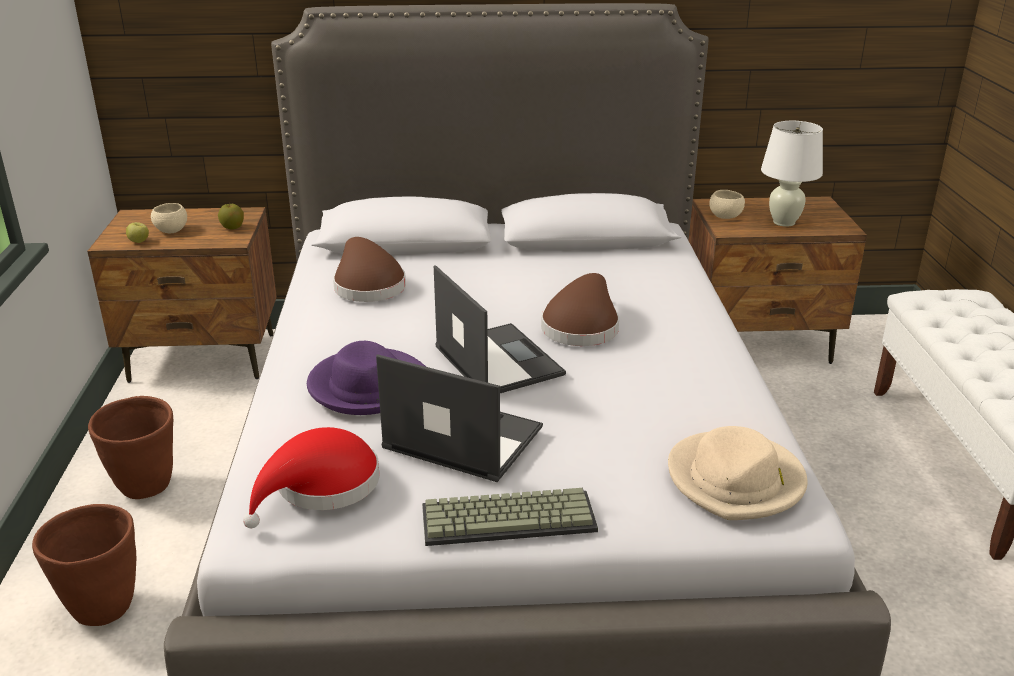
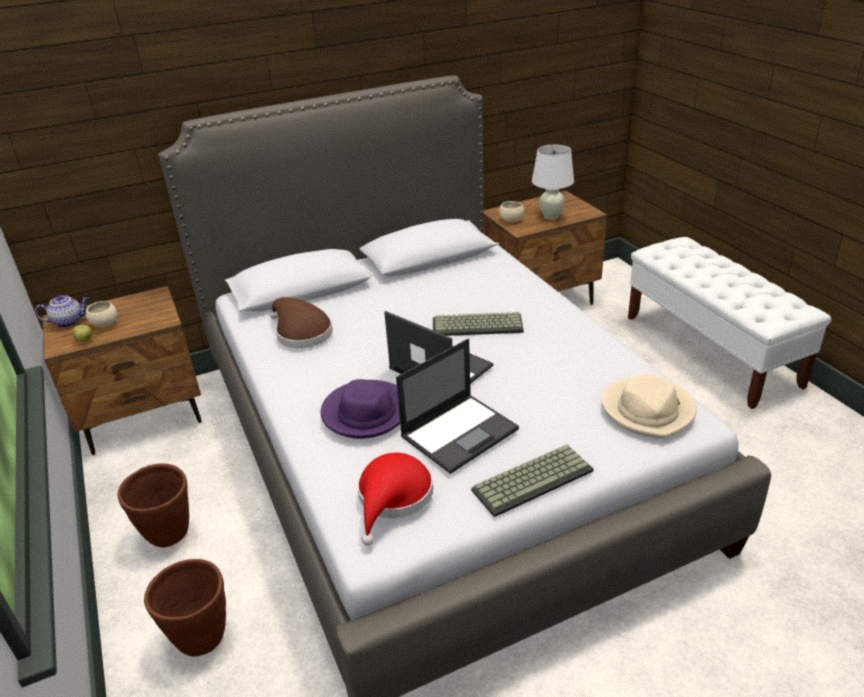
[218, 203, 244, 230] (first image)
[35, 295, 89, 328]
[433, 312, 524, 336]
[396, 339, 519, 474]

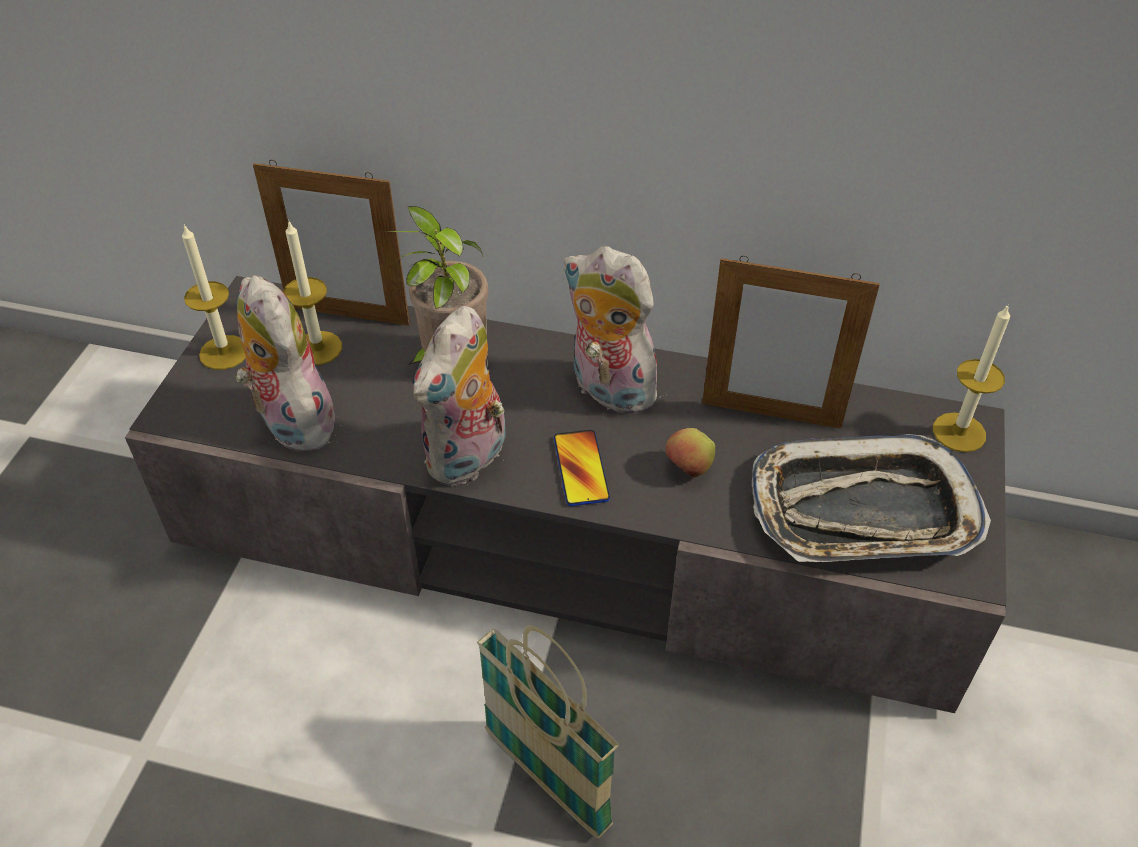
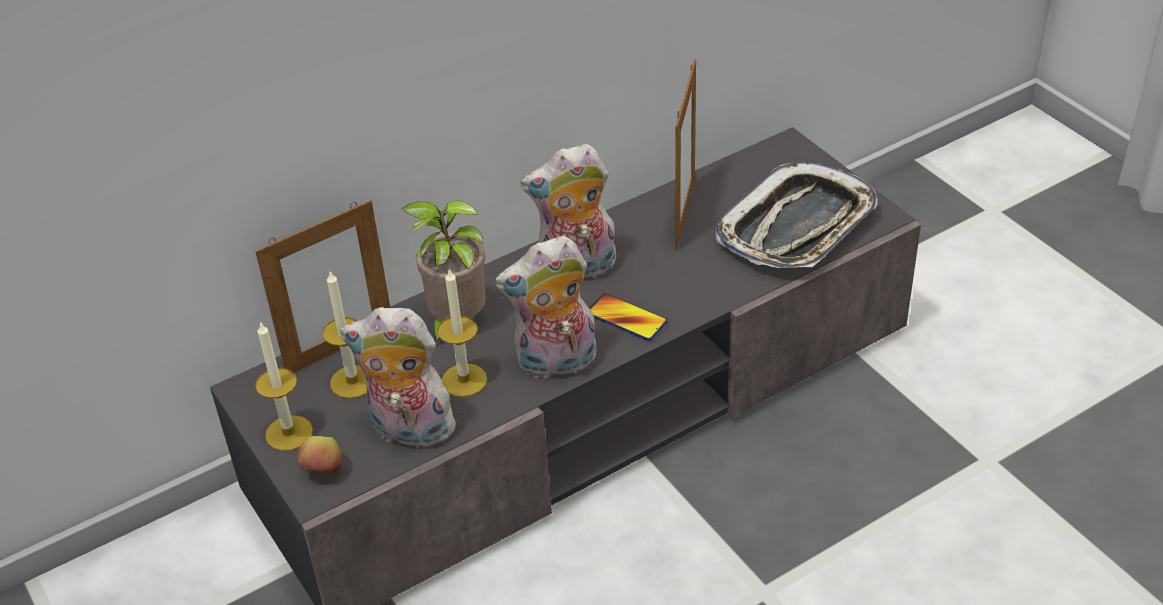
[477, 625, 619, 839] (first image)
[297, 436, 342, 473]
[437, 268, 487, 397]
[495, 236, 597, 379]
[675, 59, 696, 250]

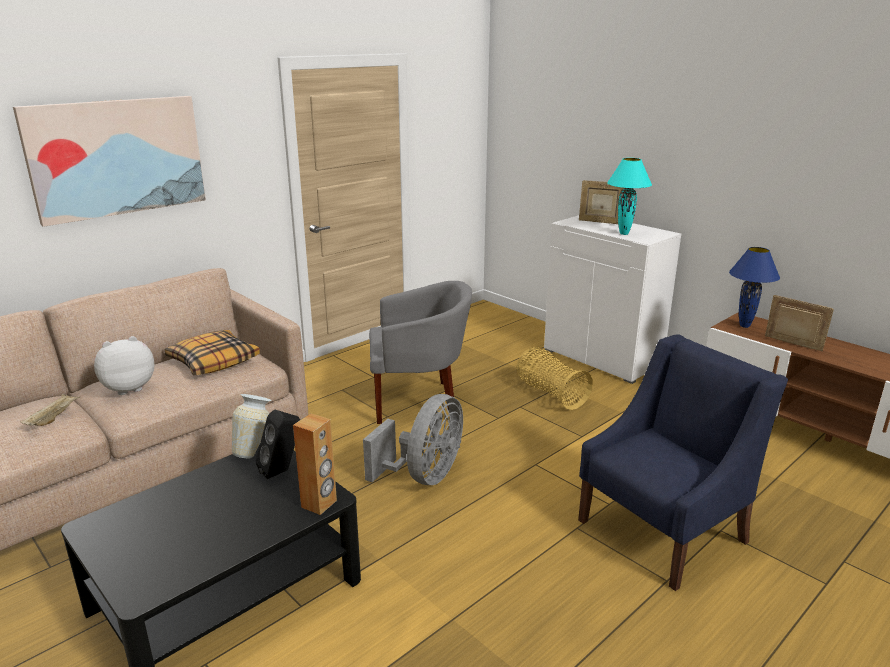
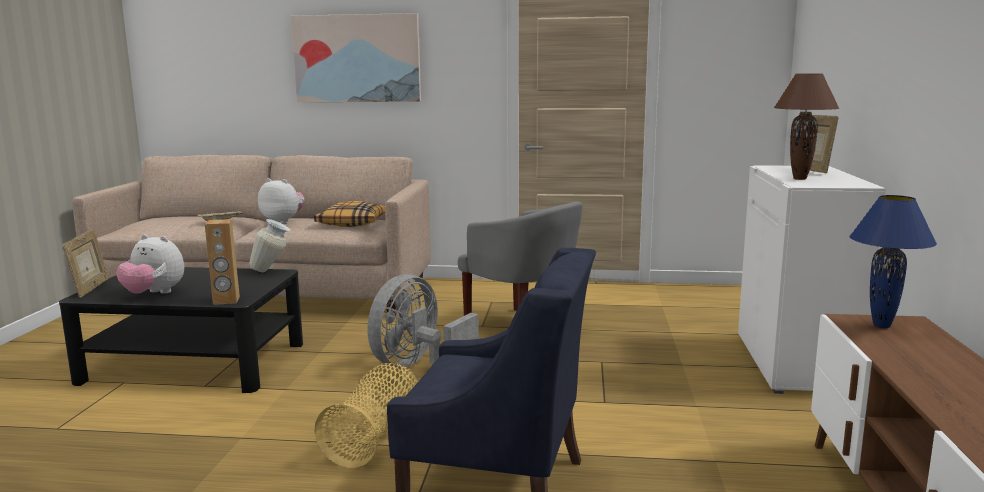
[256, 410, 300, 479] (first image)
[116, 234, 184, 294]
[314, 363, 418, 468]
[62, 229, 109, 298]
[774, 73, 839, 180]
[367, 274, 479, 368]

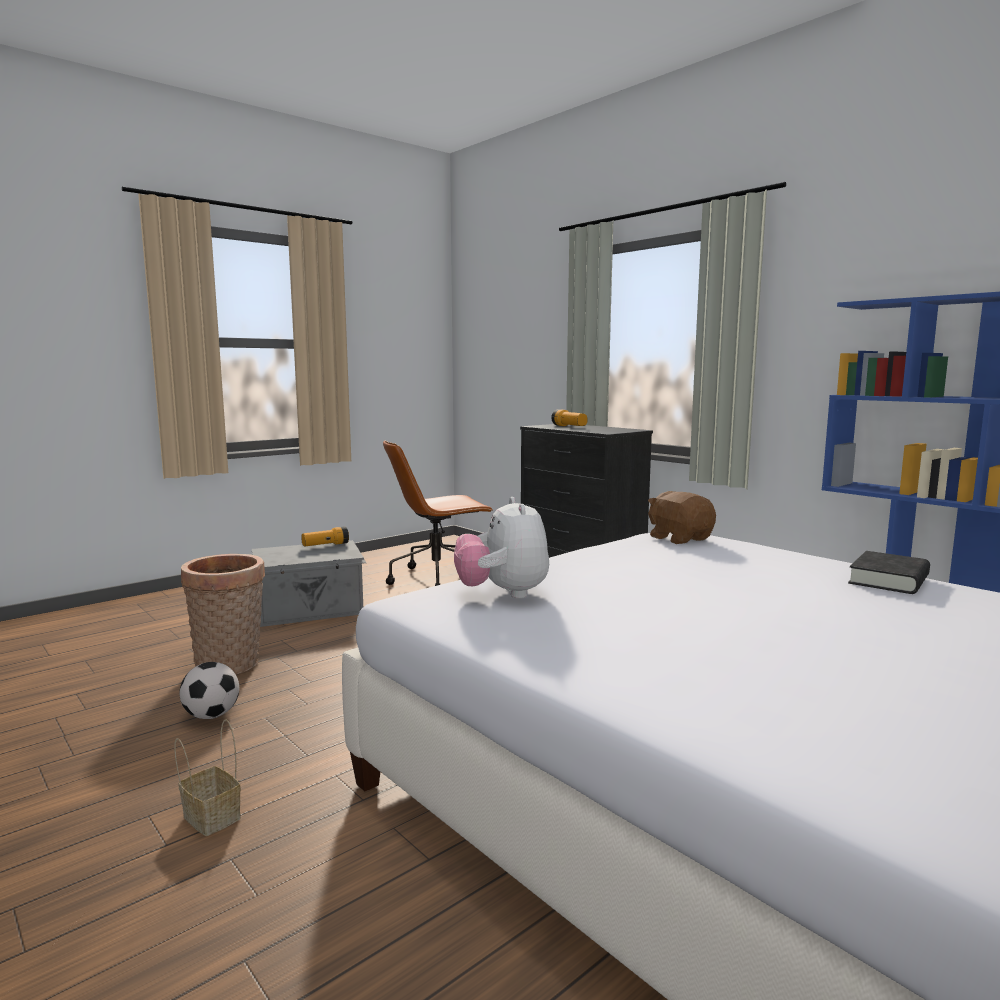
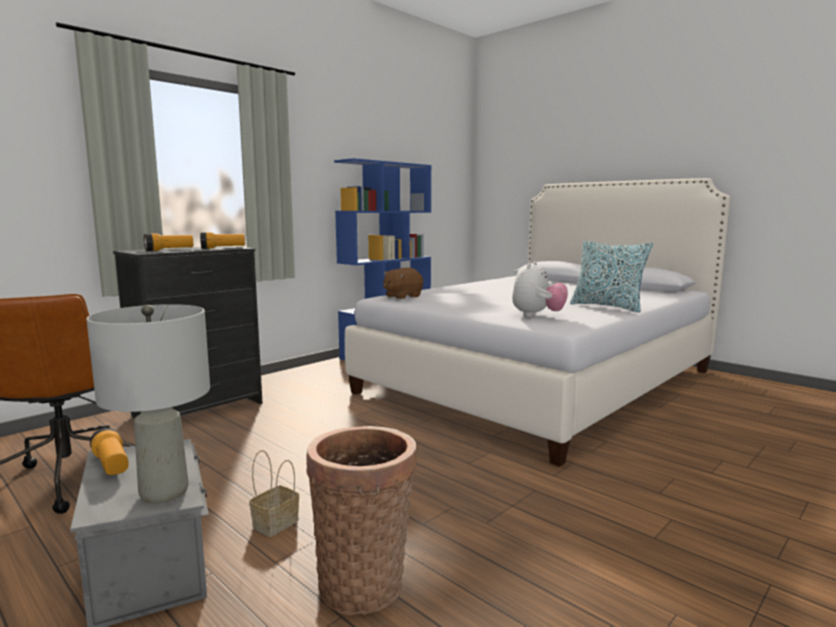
[179, 662, 239, 719] (first image)
[848, 551, 930, 594] (first image)
[86, 304, 210, 504]
[200, 232, 245, 249]
[570, 241, 653, 312]
[249, 450, 299, 537]
[512, 261, 568, 317]

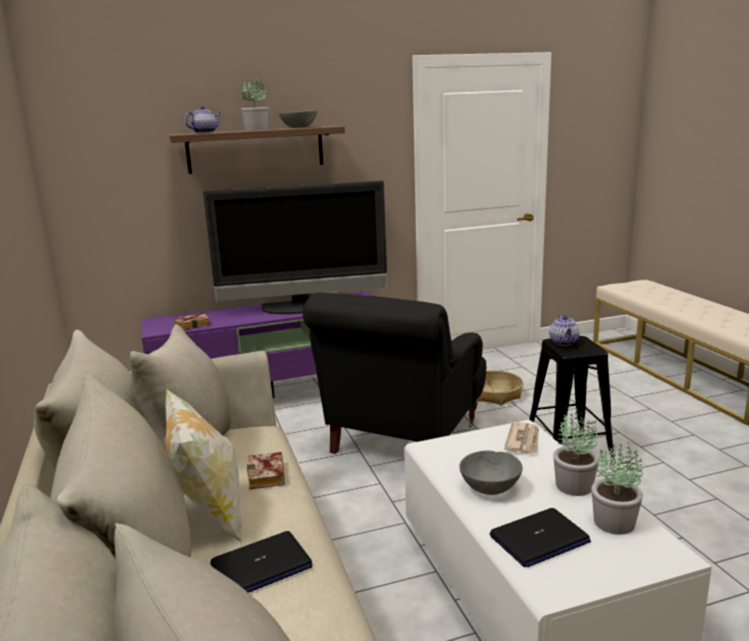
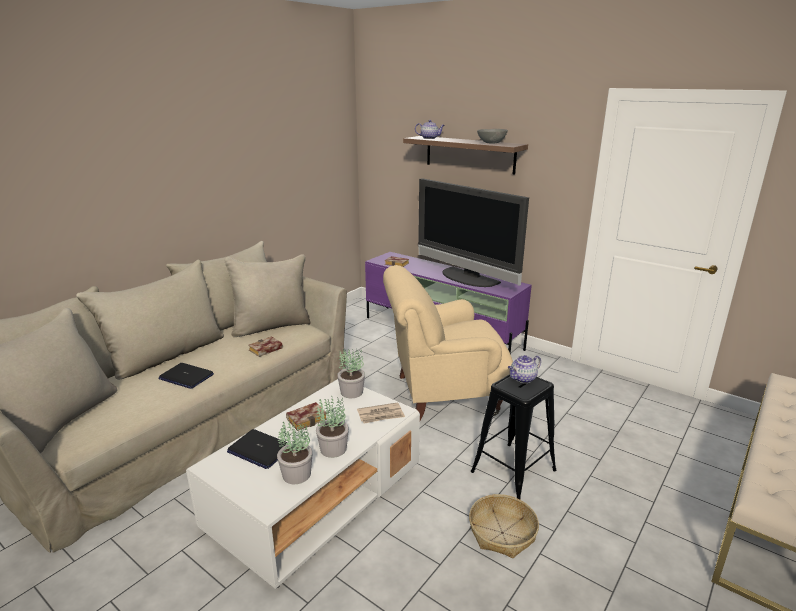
[165, 388, 242, 542] (first image)
[337, 349, 365, 398]
[469, 494, 539, 558]
[286, 402, 327, 431]
[383, 265, 513, 421]

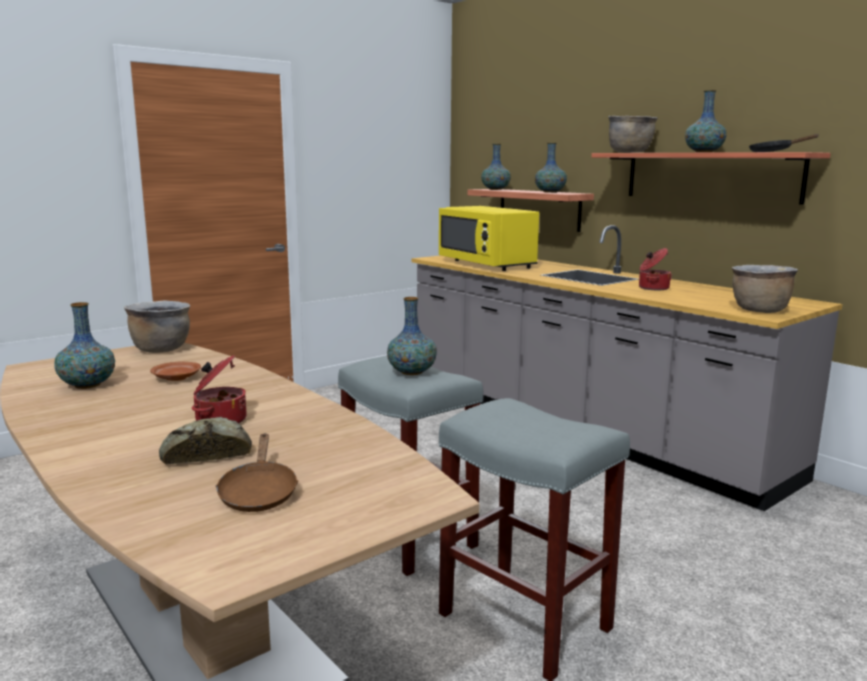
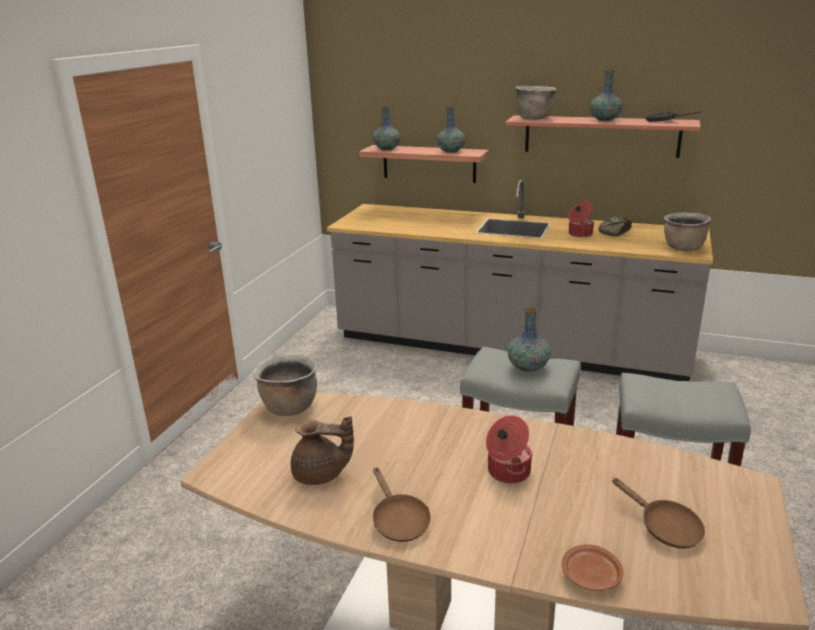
[439, 206, 539, 271] (first image)
[373, 467, 431, 542]
[562, 544, 624, 591]
[599, 216, 632, 237]
[291, 416, 354, 485]

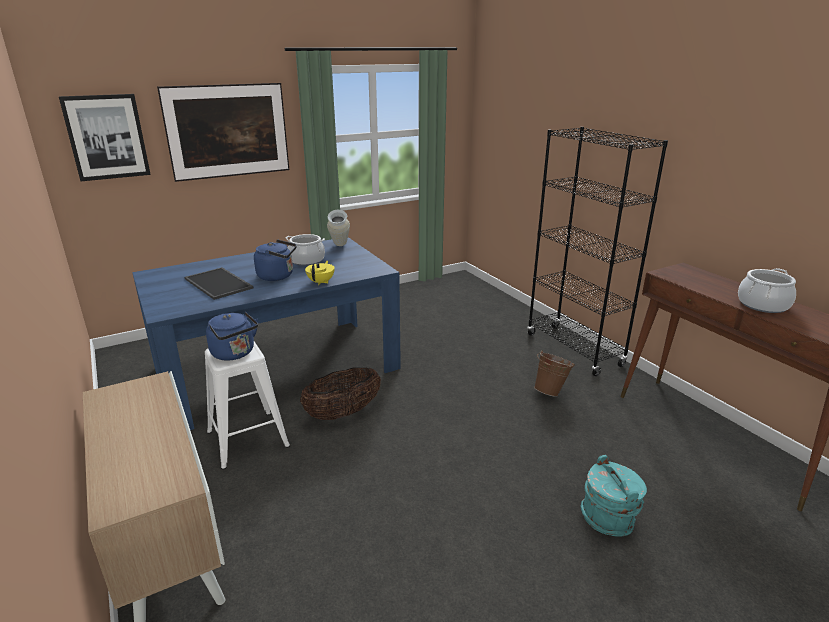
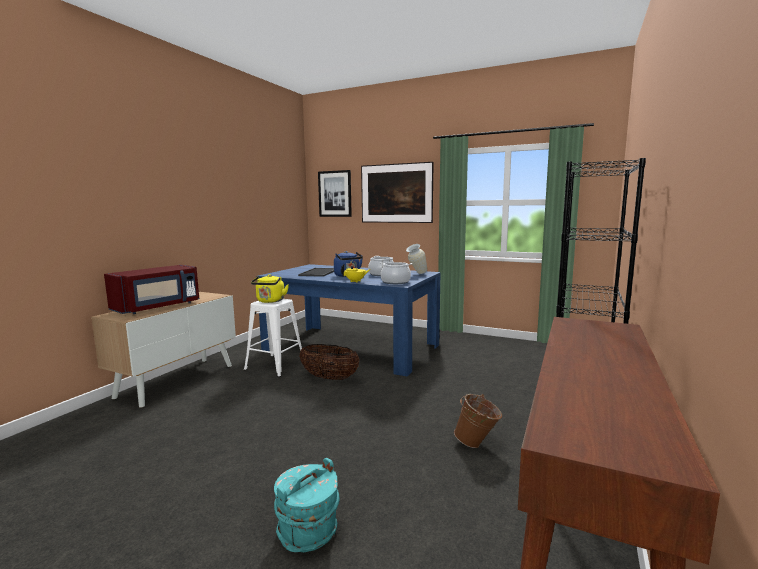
[104, 265, 199, 314]
[379, 262, 412, 284]
[251, 275, 289, 303]

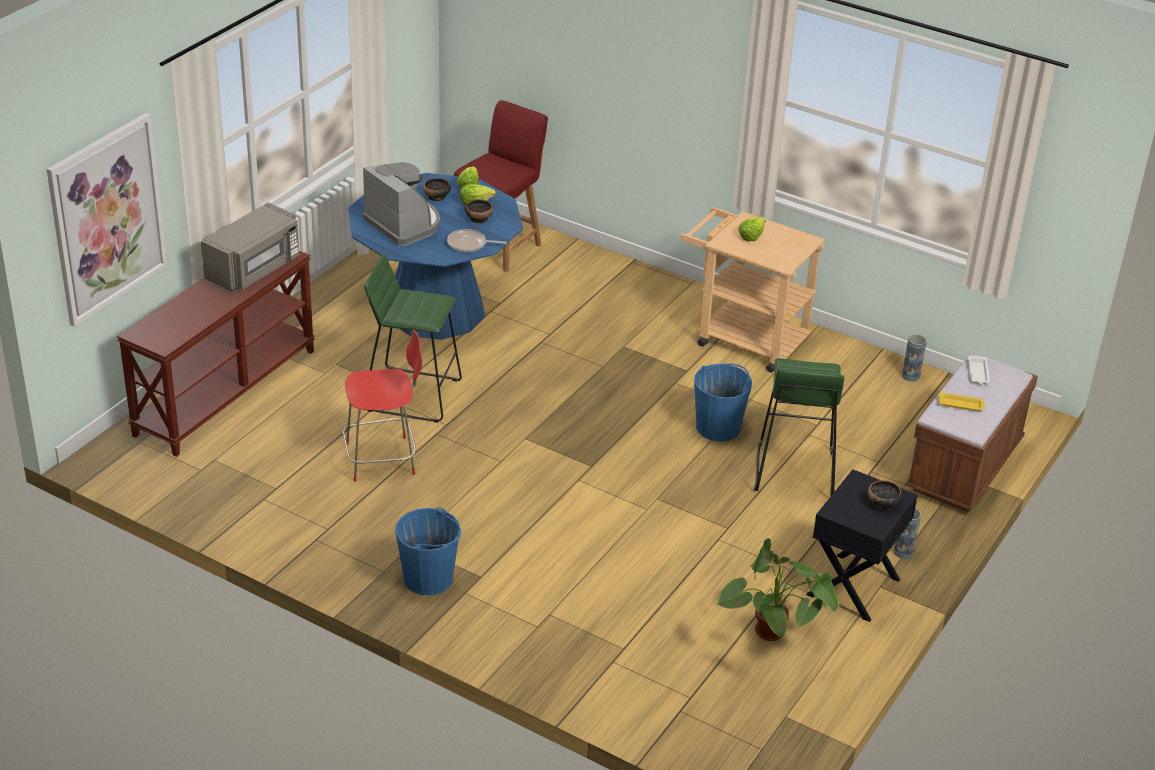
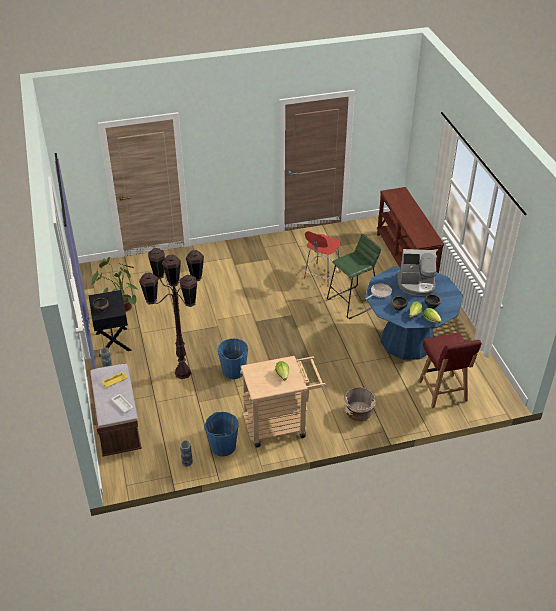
[47, 113, 167, 327] (first image)
[201, 202, 299, 291] (first image)
[344, 387, 376, 421]
[204, 412, 239, 456]
[139, 248, 204, 379]

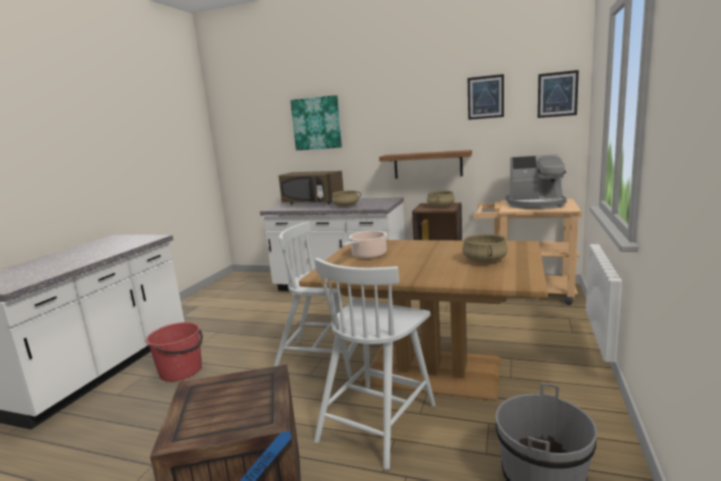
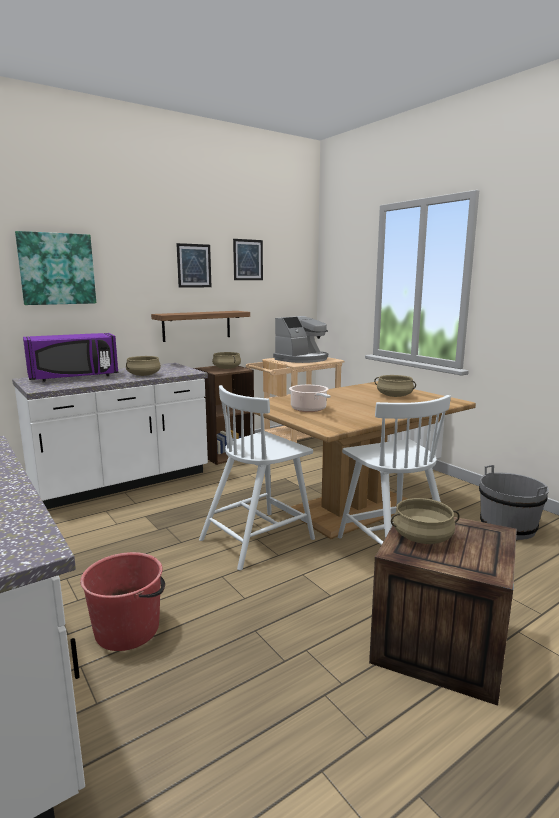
[391, 498, 460, 544]
[176, 243, 211, 288]
[23, 333, 118, 382]

